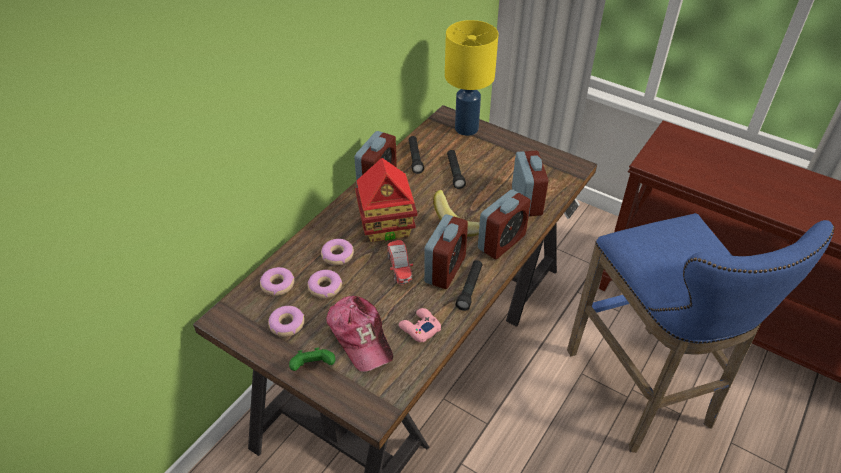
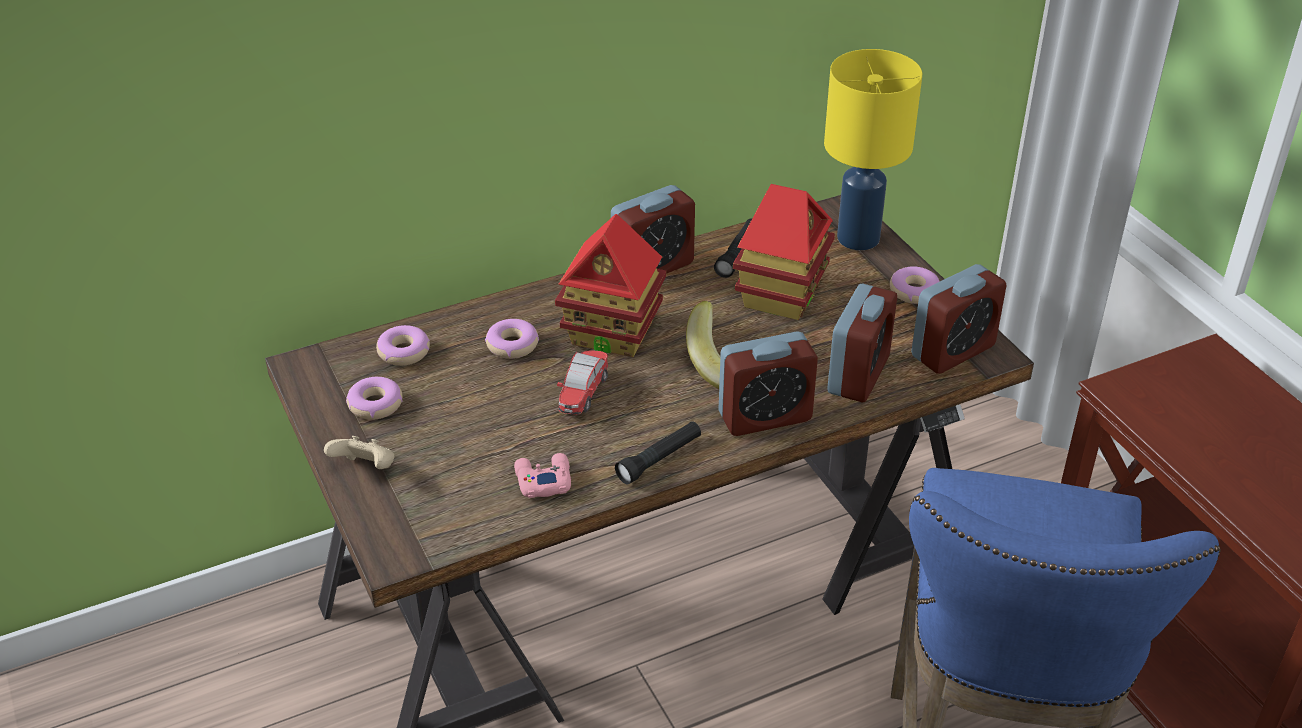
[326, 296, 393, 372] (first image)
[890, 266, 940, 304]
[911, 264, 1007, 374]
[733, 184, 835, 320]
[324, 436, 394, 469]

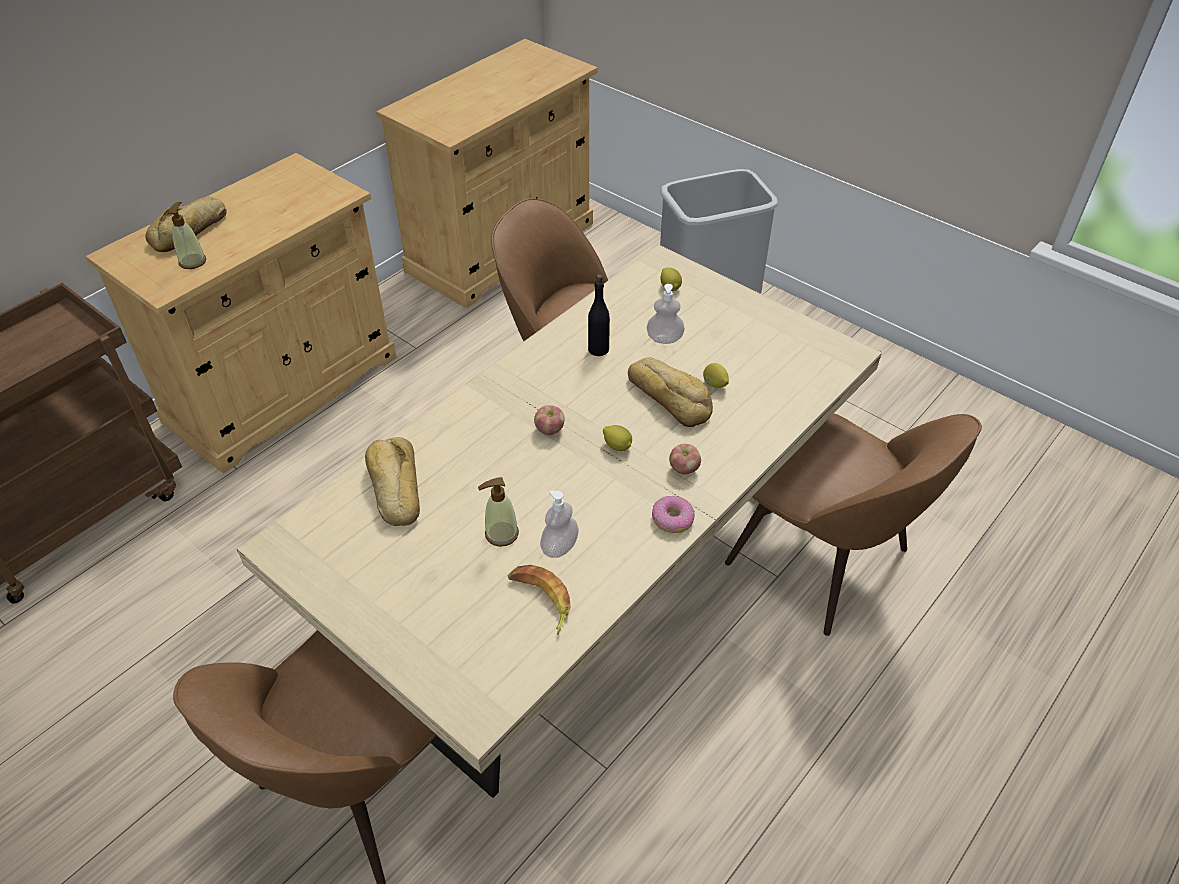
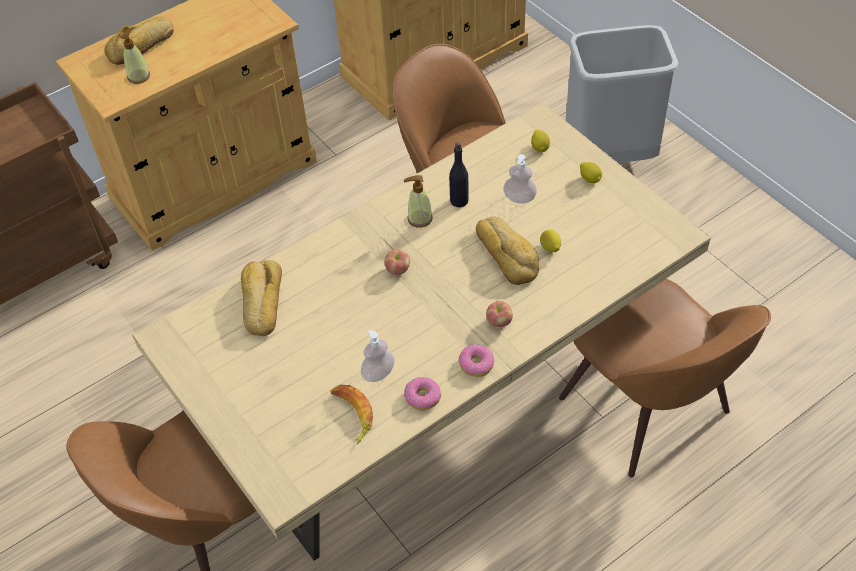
[404, 377, 441, 410]
[404, 175, 433, 228]
[580, 162, 602, 183]

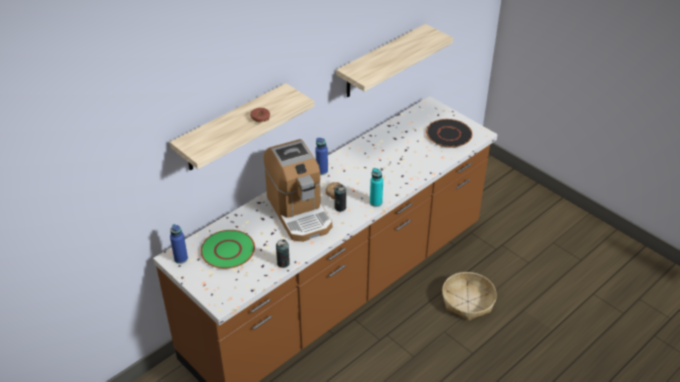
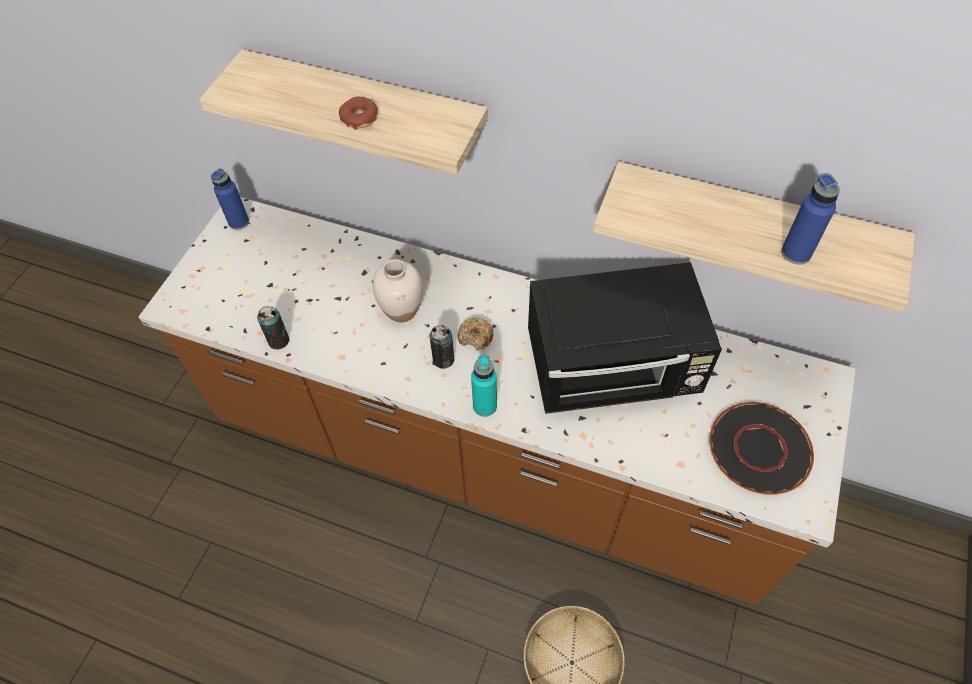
[200, 230, 255, 269] (first image)
[528, 262, 722, 414]
[781, 173, 840, 265]
[372, 259, 423, 322]

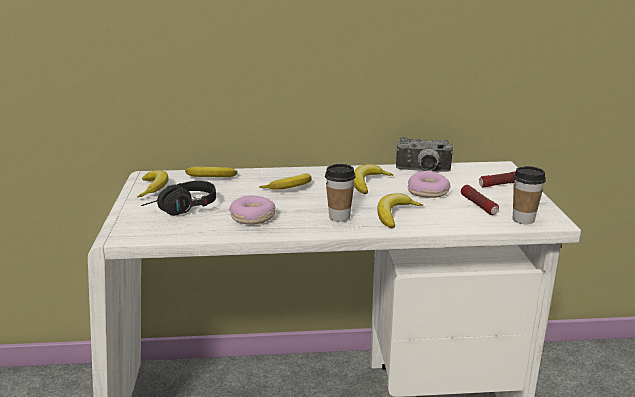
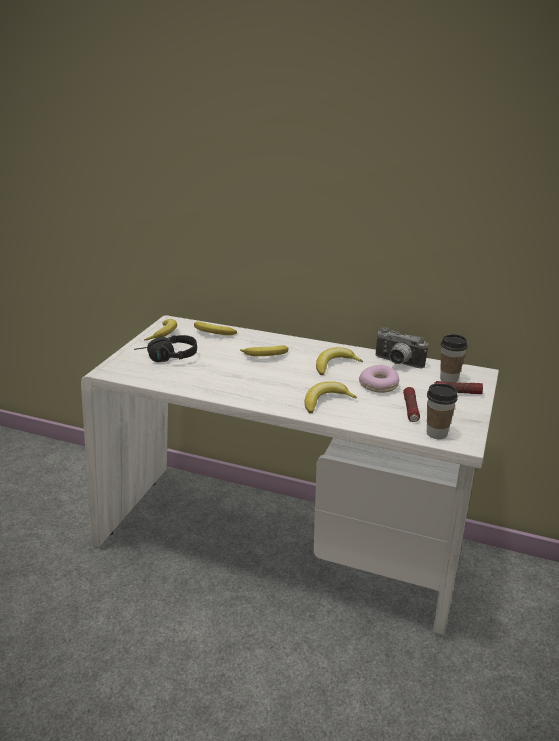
[229, 196, 276, 225] (first image)
[440, 334, 467, 382]

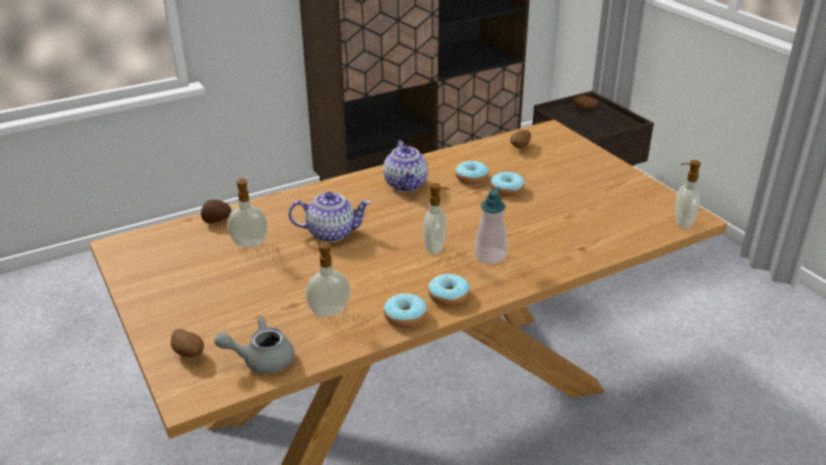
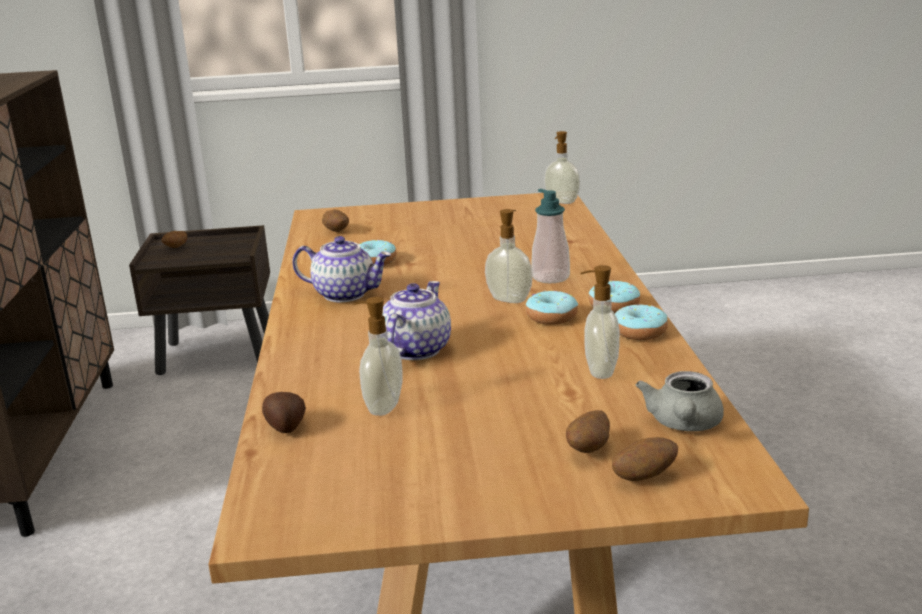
[566, 410, 610, 453]
[526, 290, 578, 325]

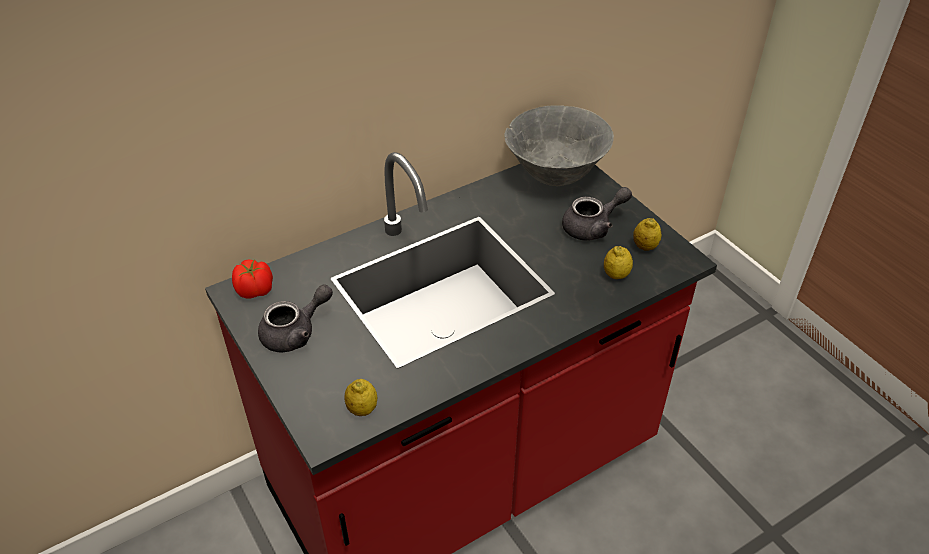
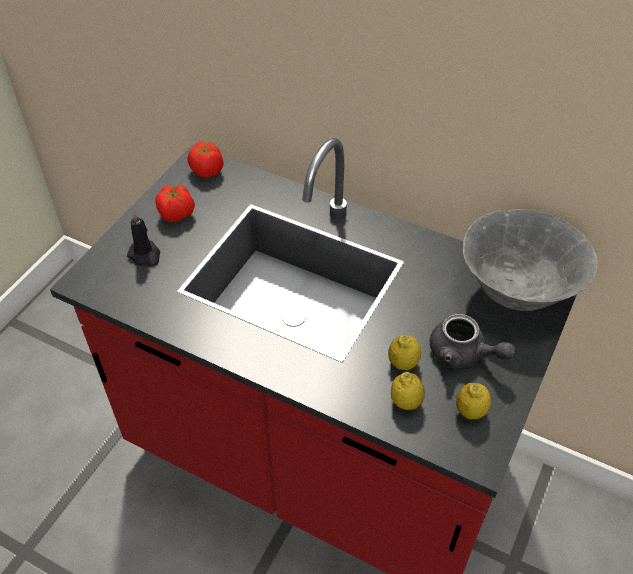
[127, 212, 160, 267]
[388, 335, 421, 370]
[155, 185, 195, 222]

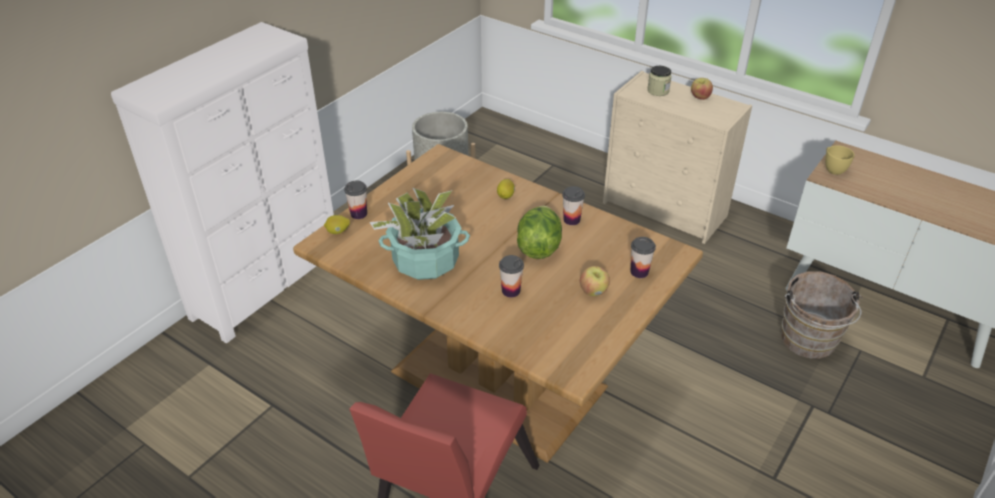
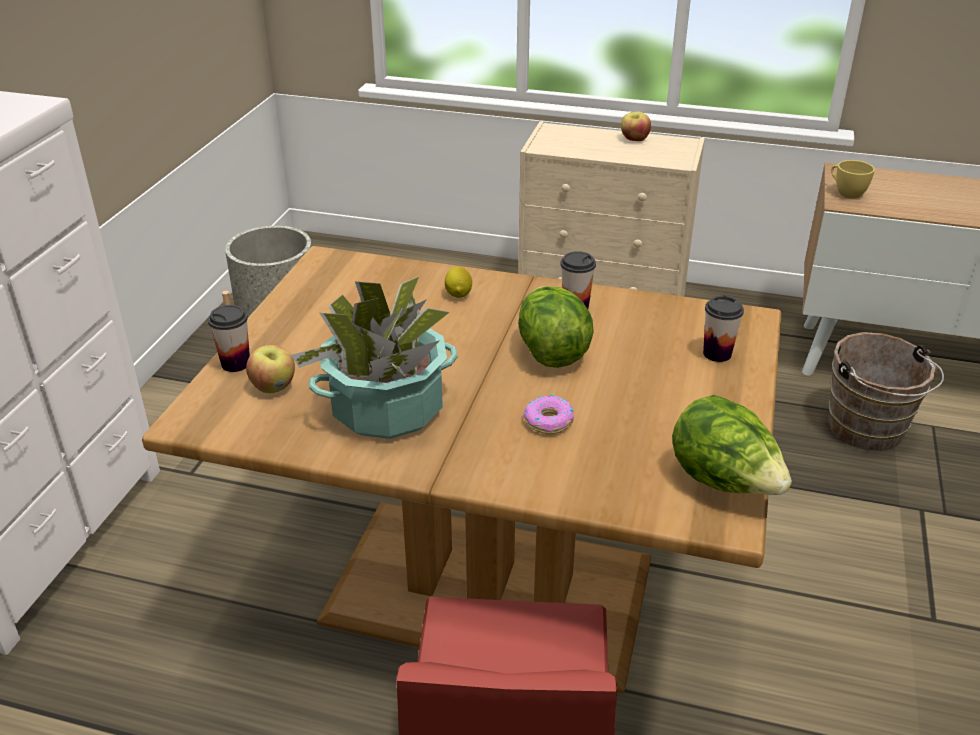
[324, 215, 350, 234] (first image)
[647, 66, 672, 96] (first image)
[672, 395, 792, 495]
[246, 345, 295, 393]
[523, 394, 574, 434]

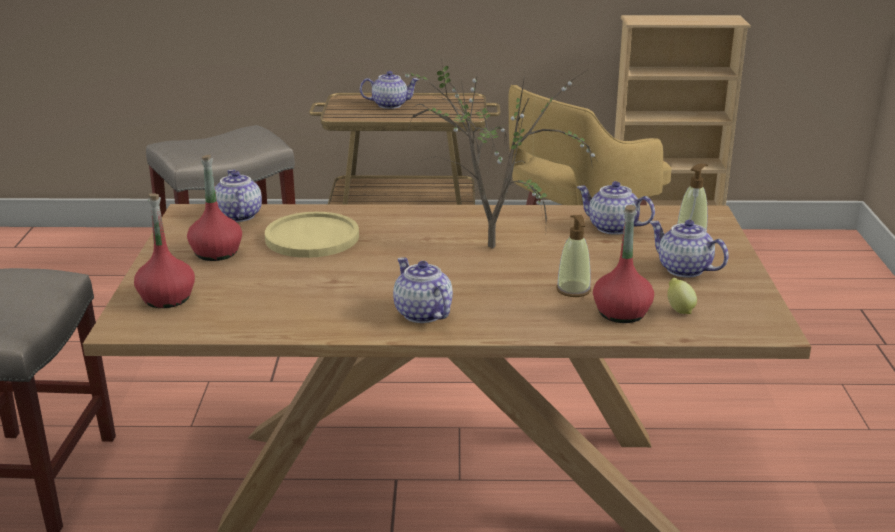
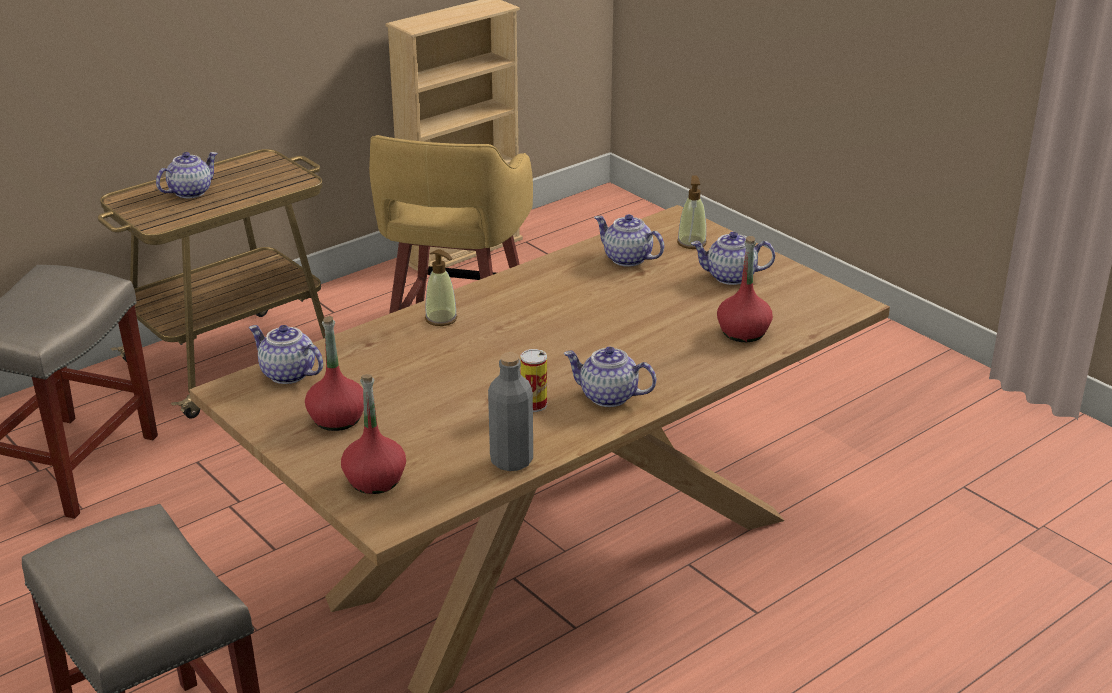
[265, 212, 359, 258] (first image)
[402, 59, 596, 249] (first image)
[667, 278, 697, 314] (first image)
[488, 352, 533, 471]
[520, 349, 547, 412]
[425, 249, 458, 326]
[594, 214, 664, 267]

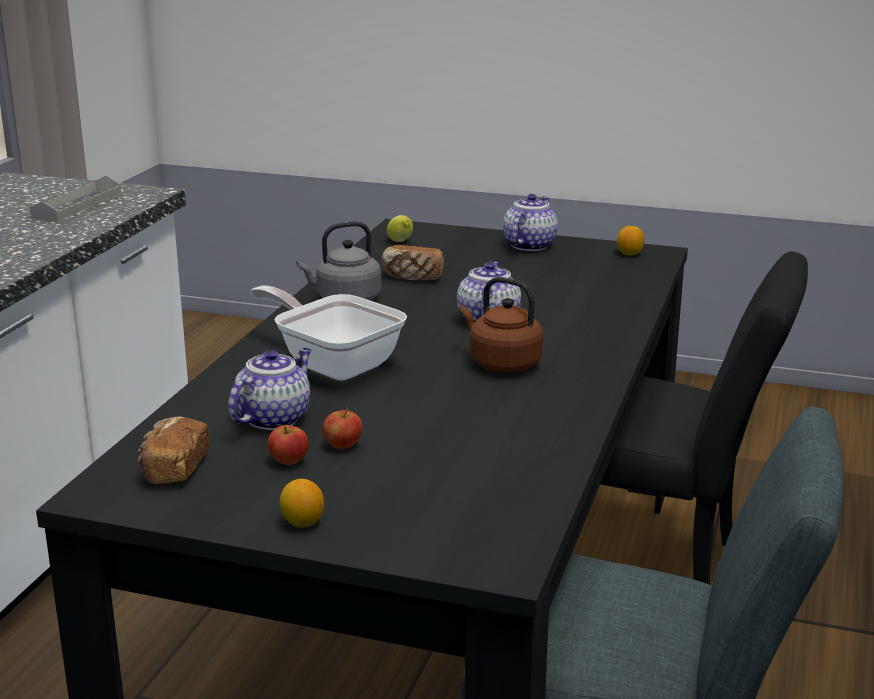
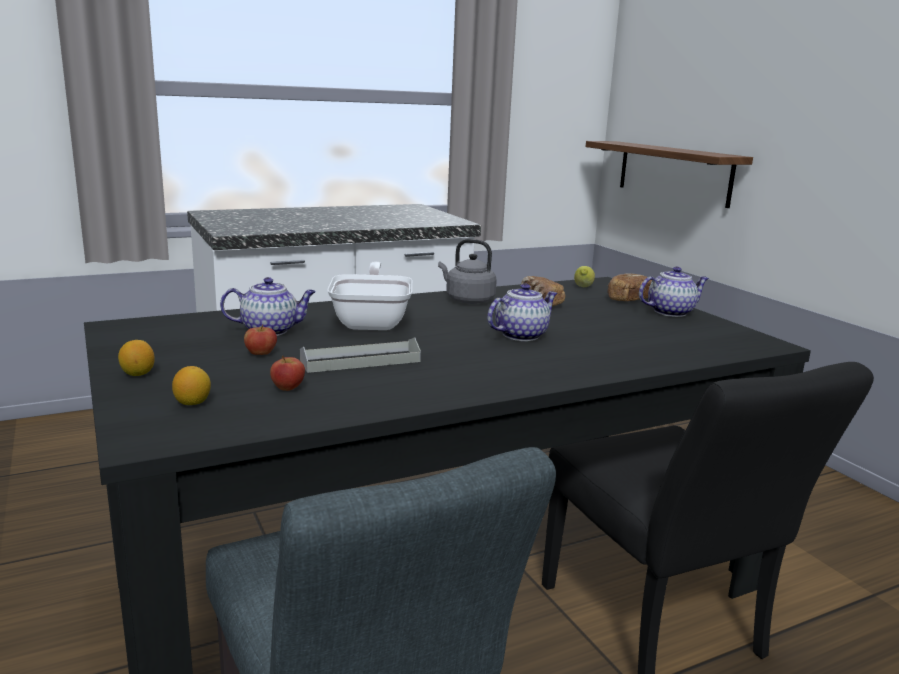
[459, 277, 543, 373] (first image)
[586, 141, 753, 208]
[300, 337, 421, 373]
[607, 273, 652, 301]
[270, 355, 305, 391]
[172, 366, 211, 405]

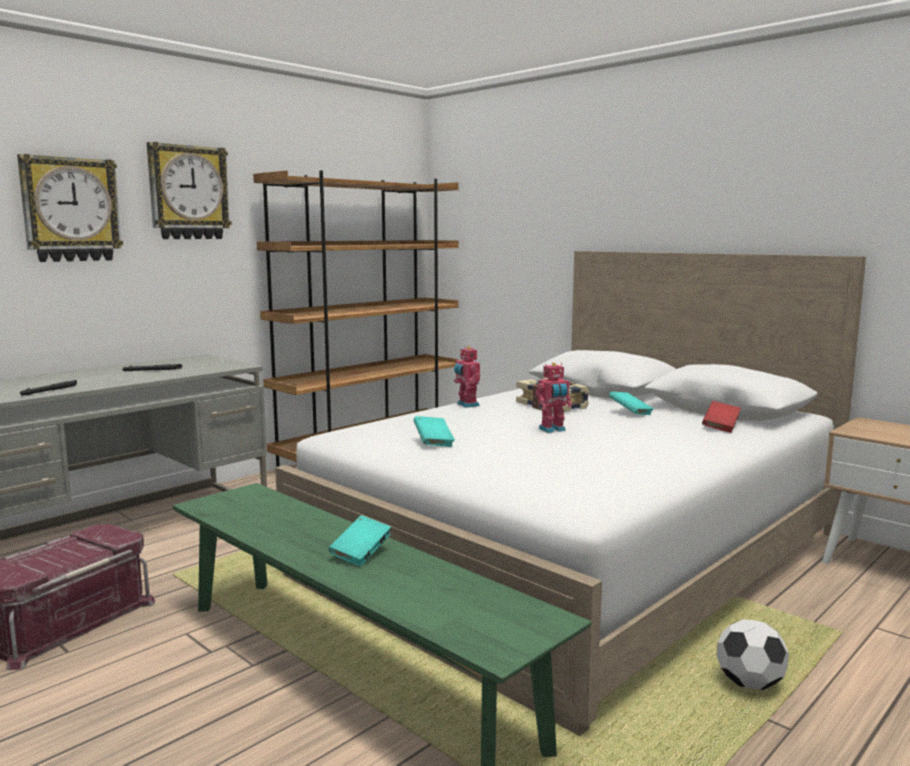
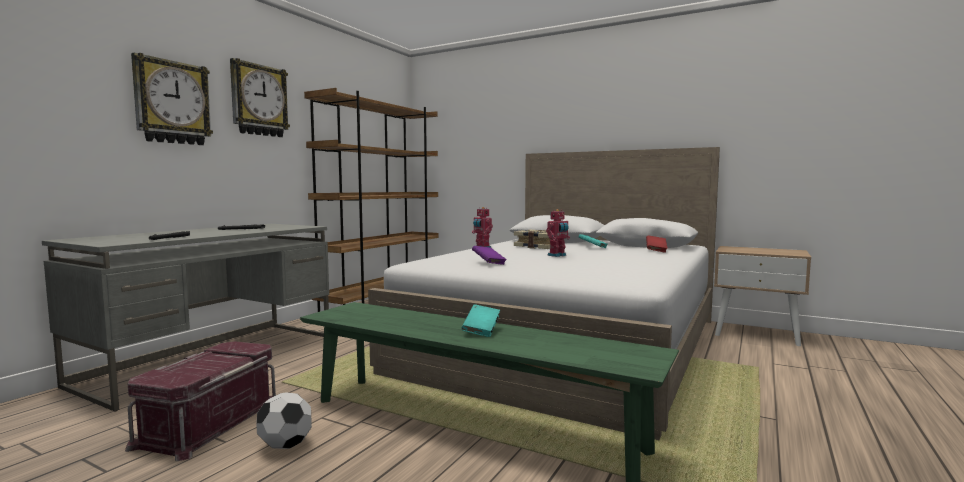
[256, 392, 312, 449]
[472, 246, 507, 265]

